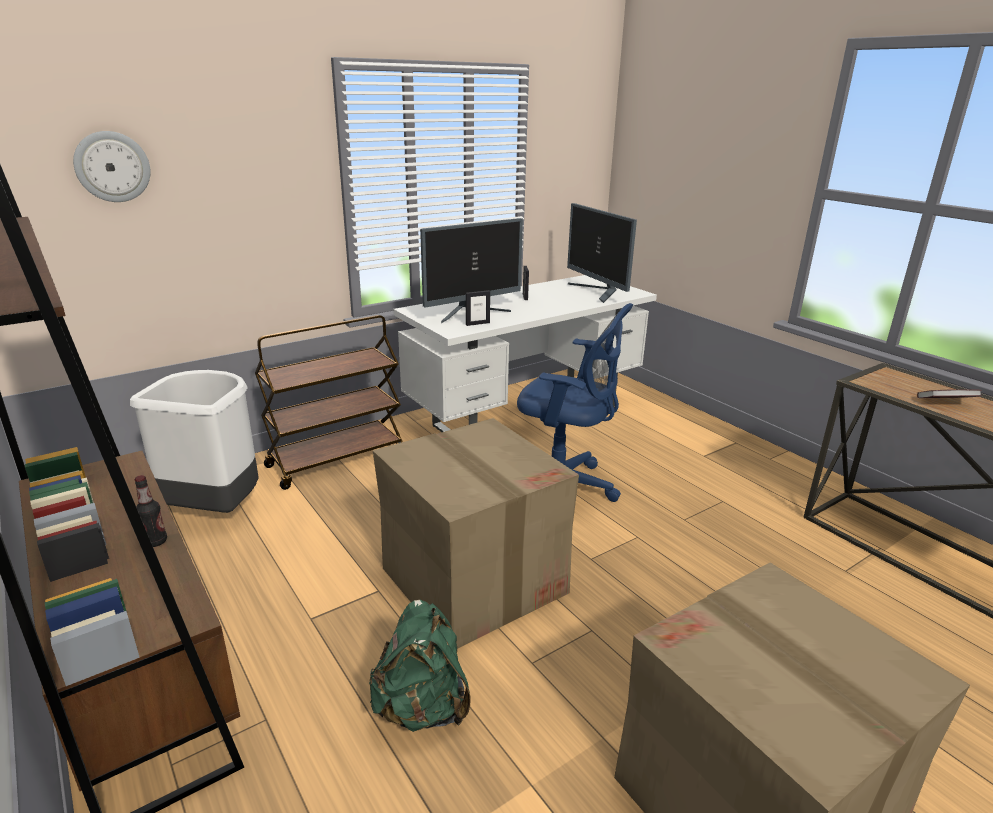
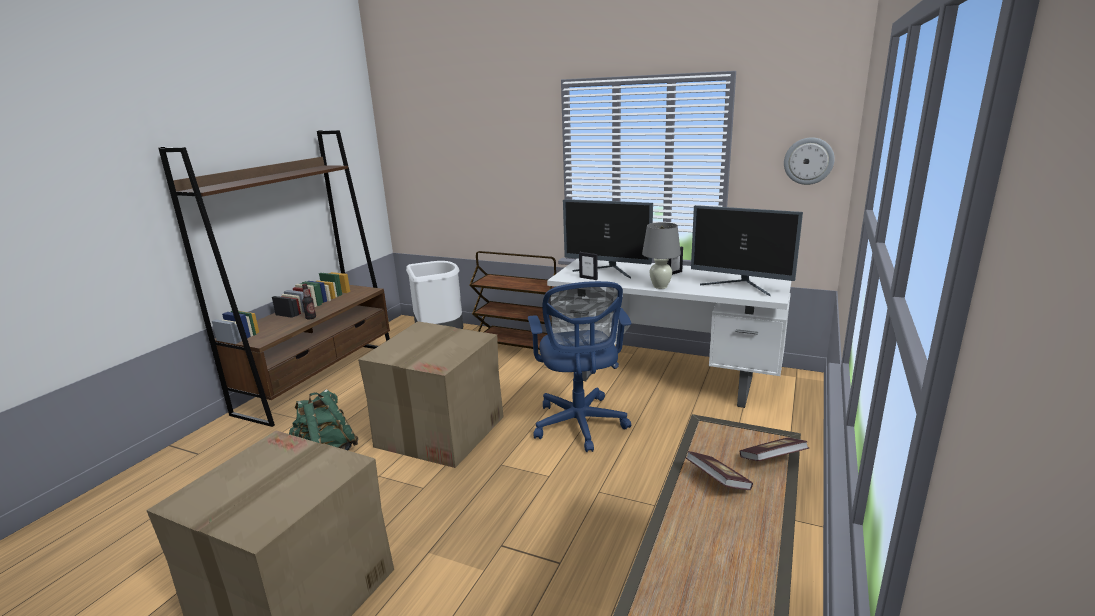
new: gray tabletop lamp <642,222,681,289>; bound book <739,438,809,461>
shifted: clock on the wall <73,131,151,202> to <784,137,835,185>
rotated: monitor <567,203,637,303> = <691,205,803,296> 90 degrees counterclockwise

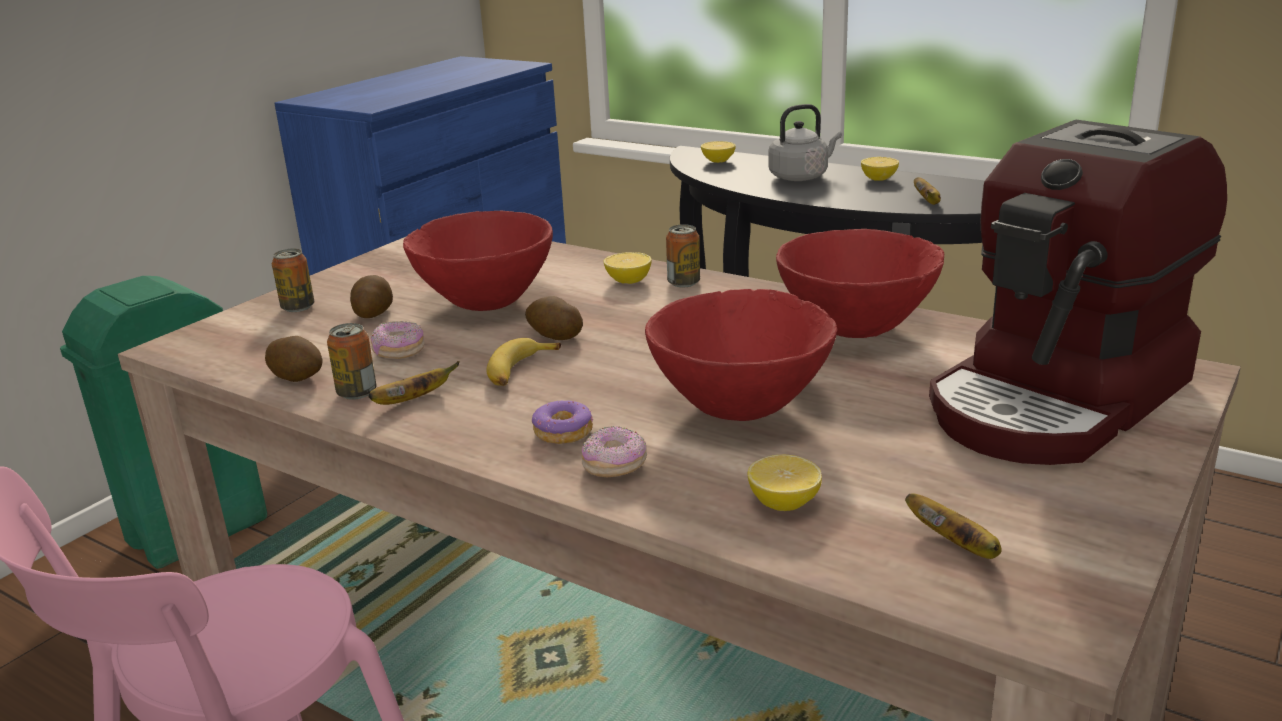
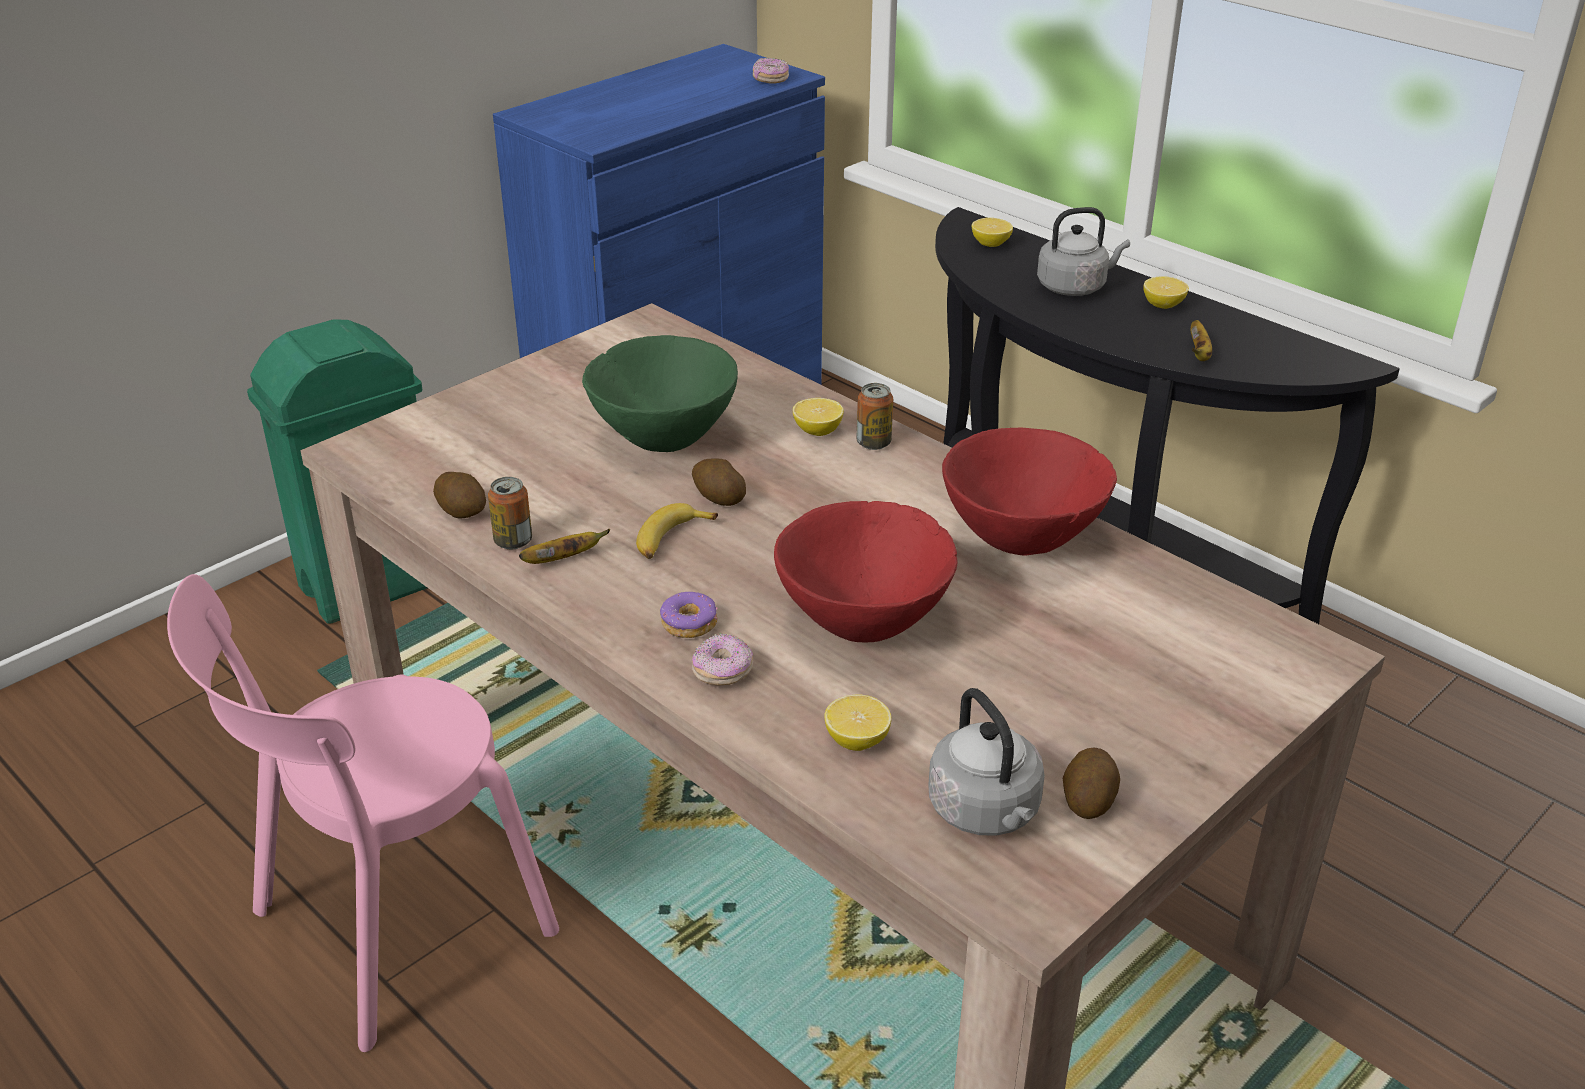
gone: sealed can <272,249,314,312>; coffee maker <929,120,1227,465>
shifted: potato <350,275,393,318> to <1063,748,1120,819>; ring doughnut <371,321,425,359> to <753,58,789,84>
swapped: whole banana <905,493,1002,559> to gray kettle <928,688,1045,836>
repainted: red-coloured serving bowl <403,211,553,311> to greenish serving bowl <582,335,738,452>

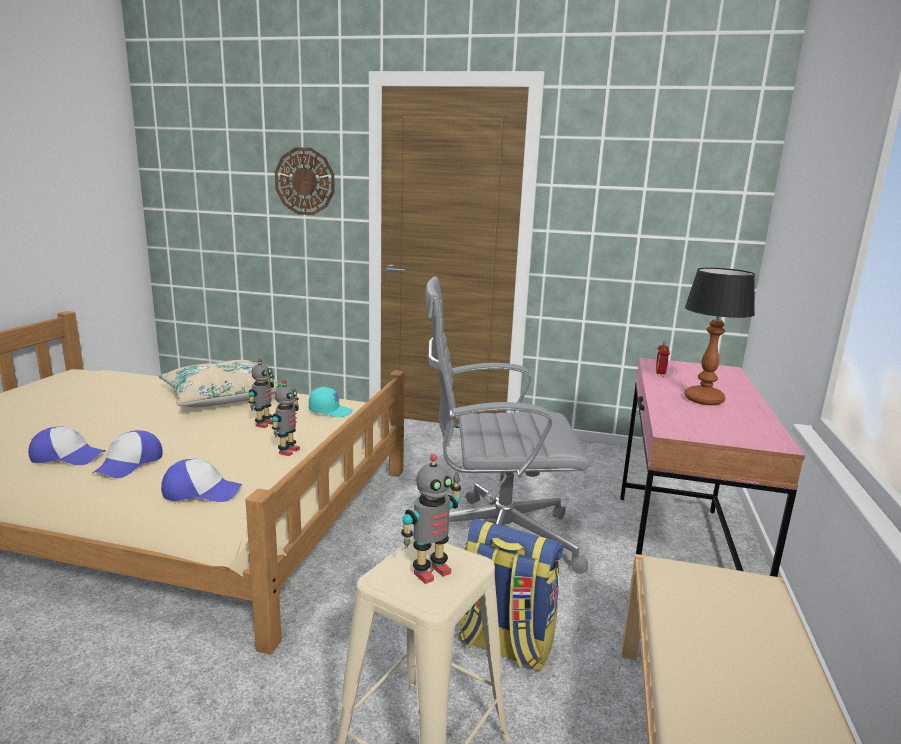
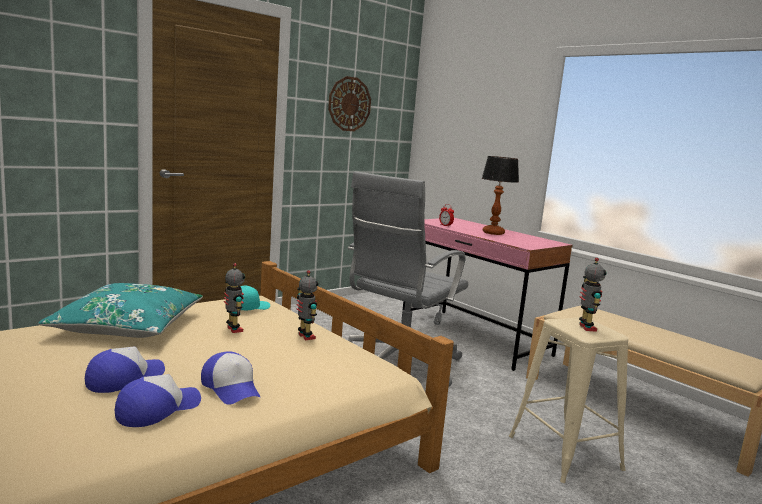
gone: knapsack <458,519,563,671>
shifted: baseball cap <161,459,242,502> to <85,346,165,393>; clock on the wall <275,147,335,215> to <328,76,371,131>
repainted: beige pillow <159,360,283,408> to blue-green pillow <38,283,203,338>

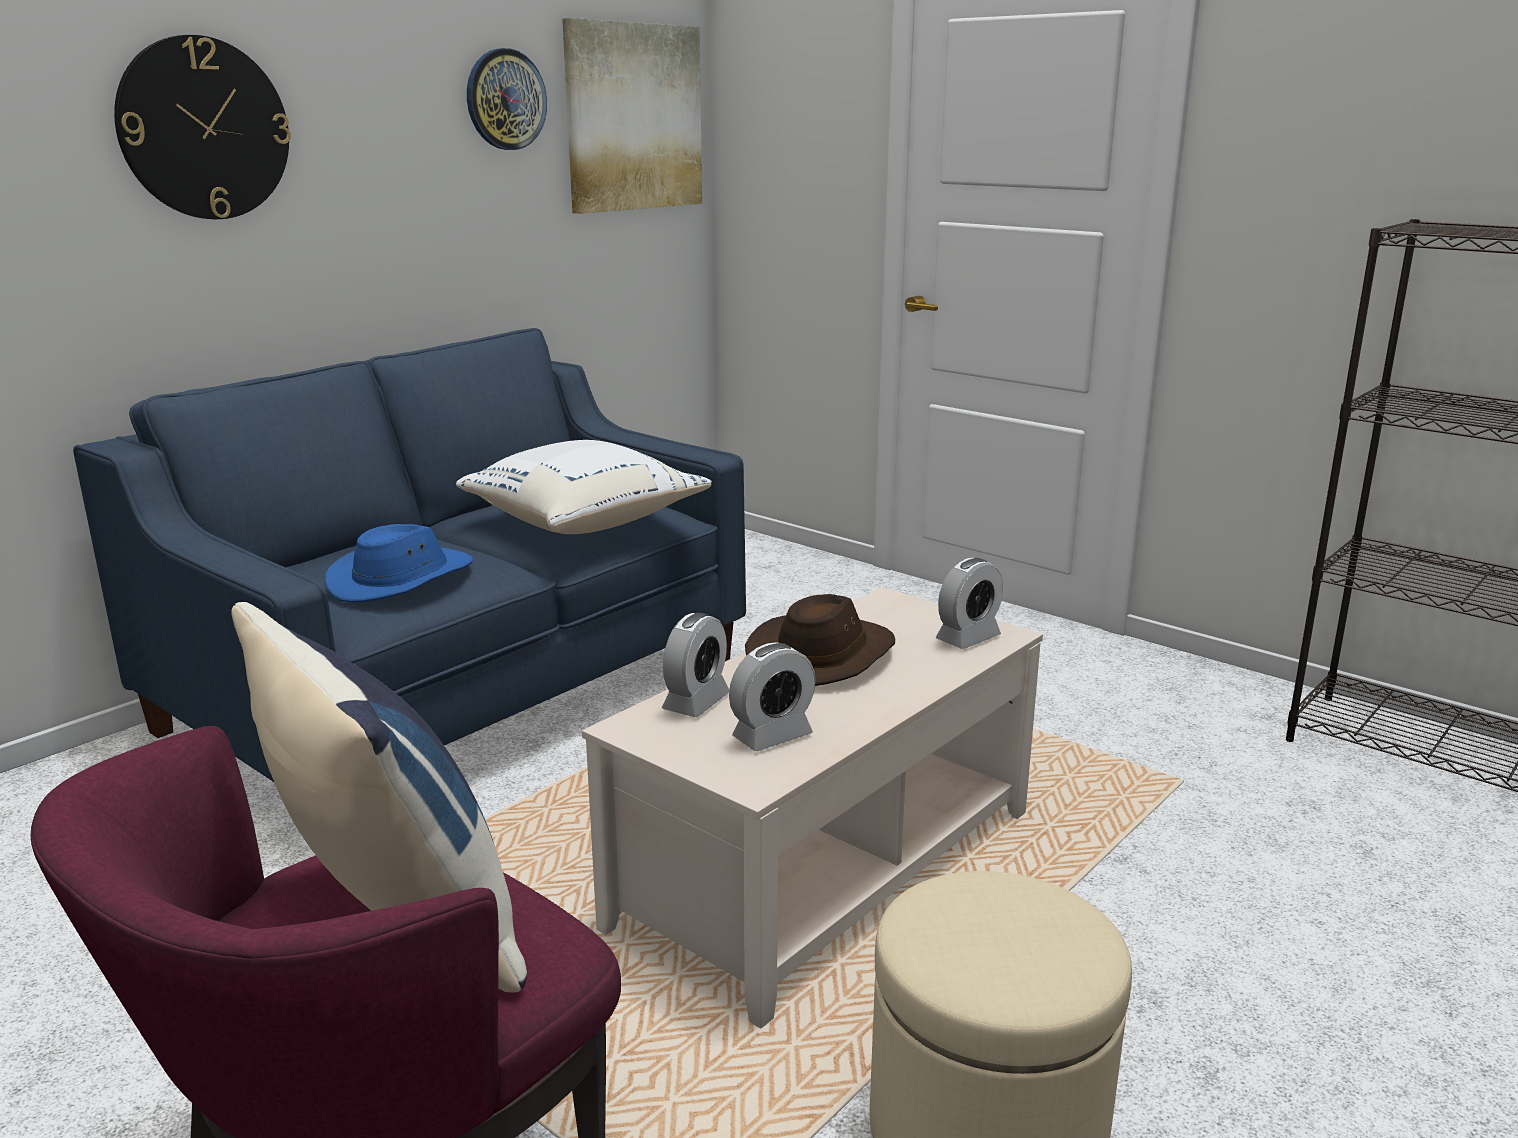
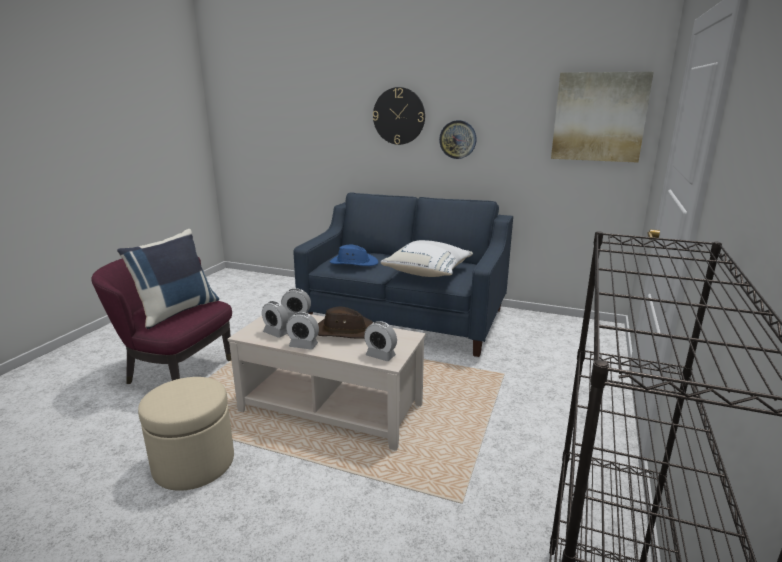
new: table clock <286,312,319,350>
shifted: clock on the wall <467,48,547,150> to <439,120,476,159>

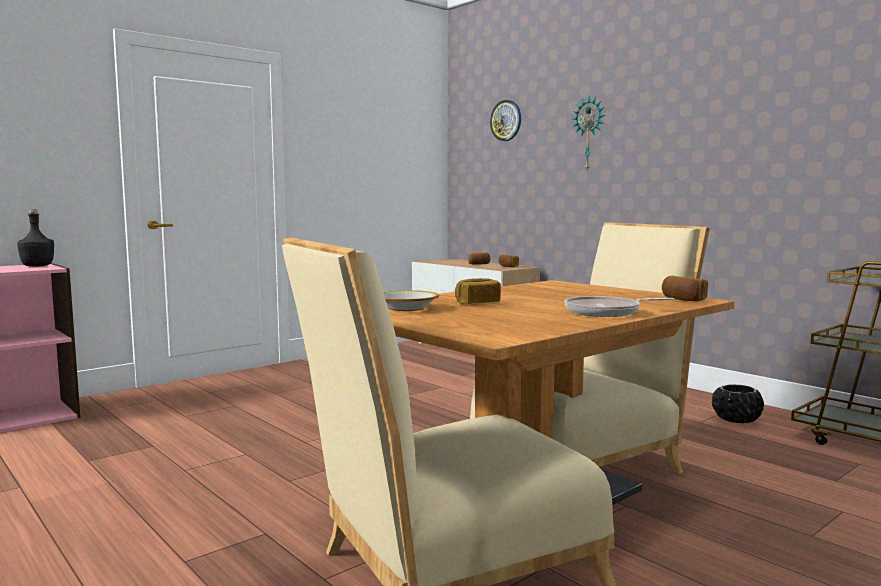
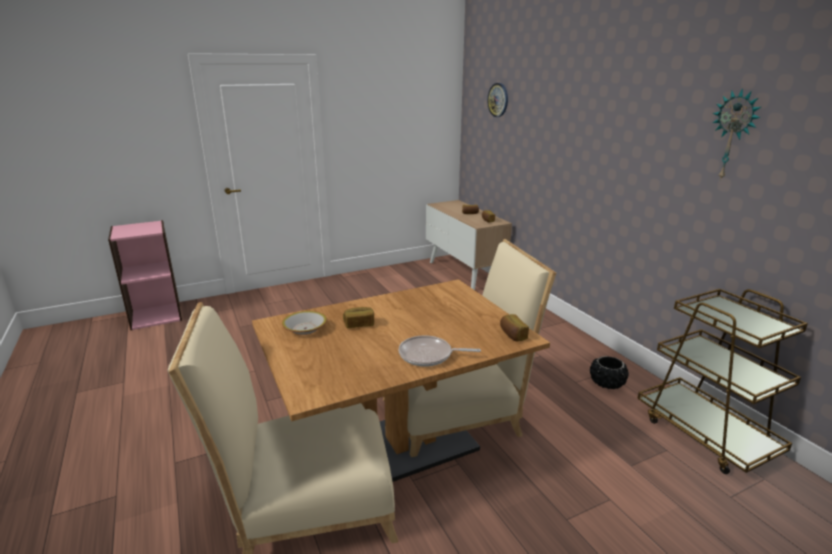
gone: blackish beverage bottle <17,209,54,267>
shifted: clock on the wall <573,96,606,170> to <713,88,761,181>

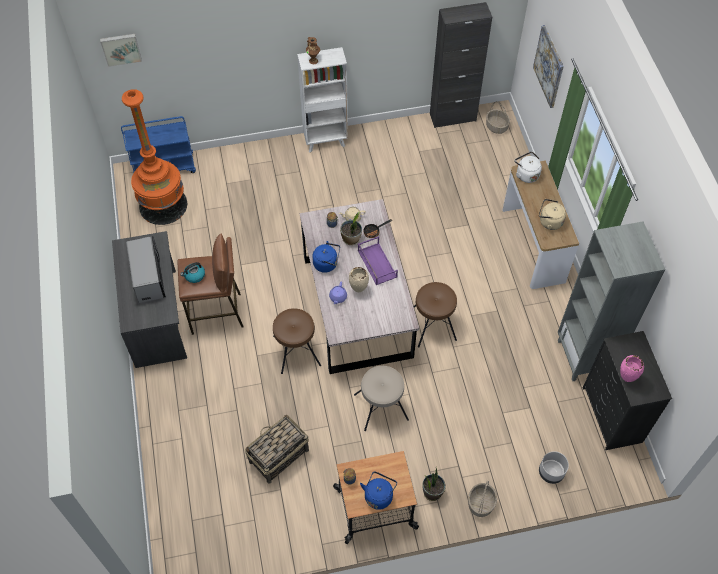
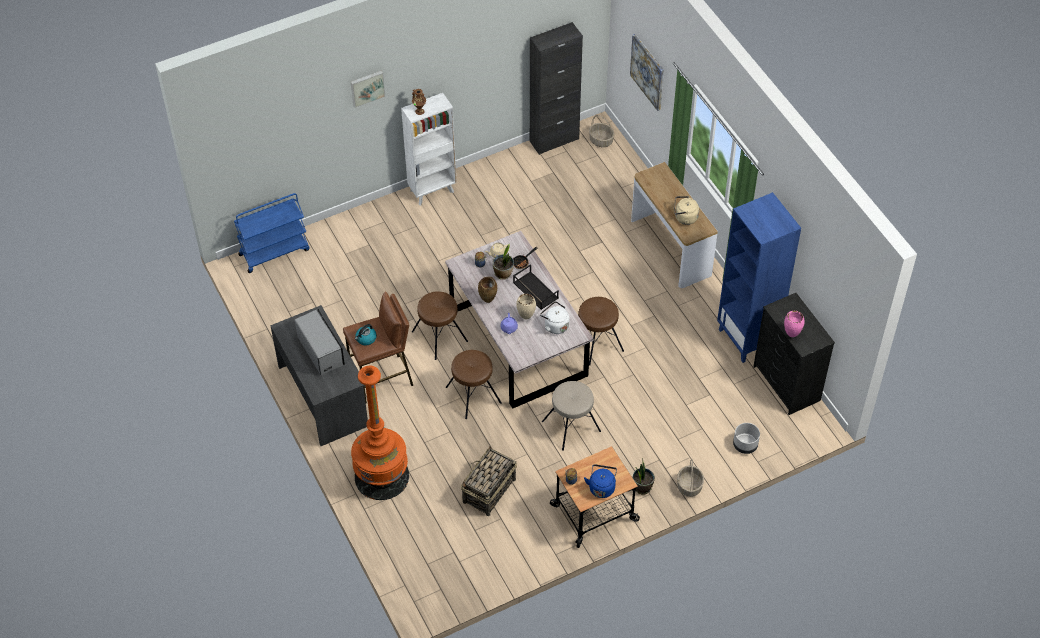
new: brown sitting stool <412,291,468,360>
shifted: picture <100,34,142,67> to <351,70,385,108>; orangey standard lamp <122,89,187,225> to <351,366,409,500>; white-coloured kettle <514,151,542,183> to <540,301,570,334>
swapped: blue kettle <312,241,340,273> to brown flower vase <478,277,497,303>
repainted: purple tray <358,236,398,285> to blackish tray <513,264,559,310>; gray shelving unit <558,221,665,381> to blue shelving unit <717,192,801,363>

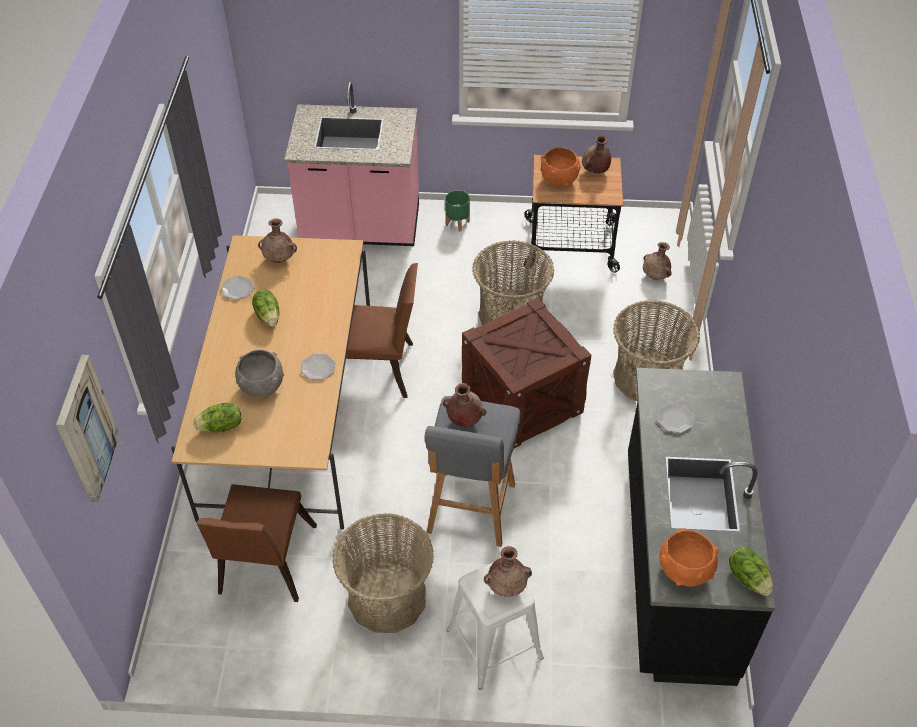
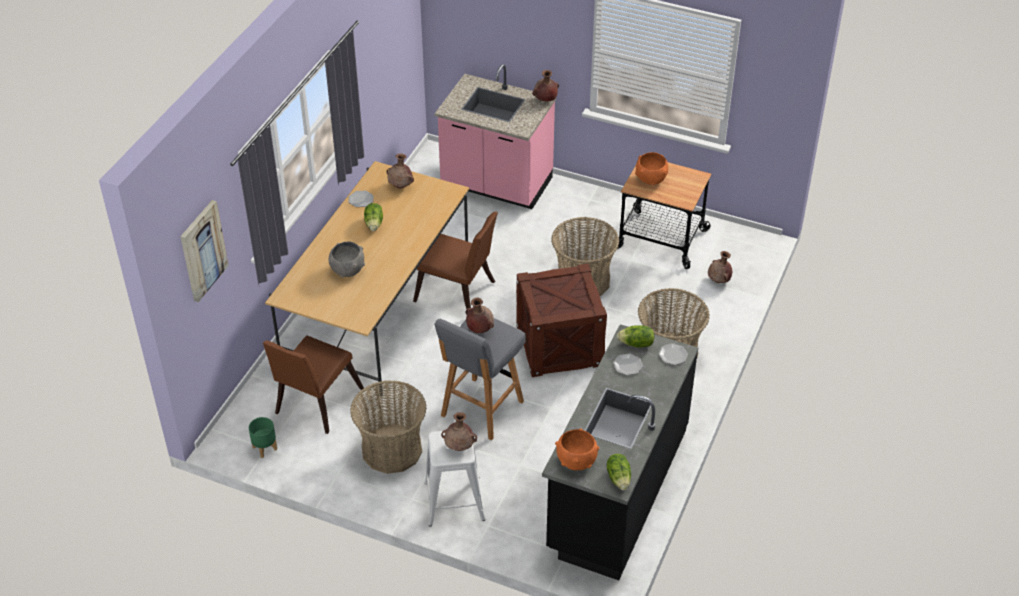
shifted: lettuce <193,403,241,432> to <617,325,654,348>; dinner plate <301,354,335,380> to <658,343,688,365>; greenish planter <445,190,470,232> to <249,417,277,458>; brown flower vase <582,135,611,174> to <532,70,559,102>

